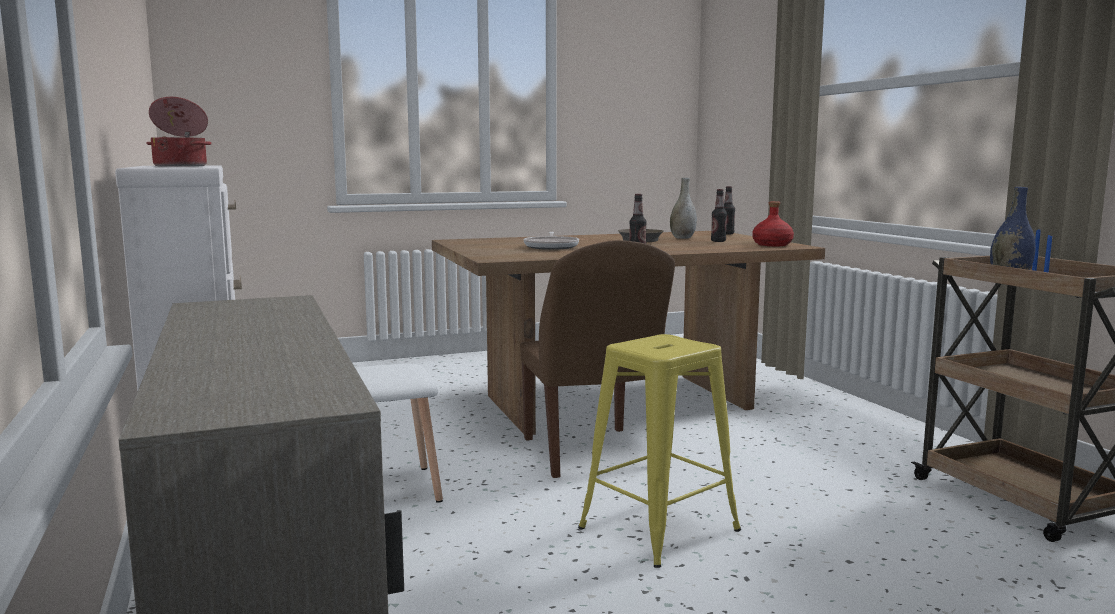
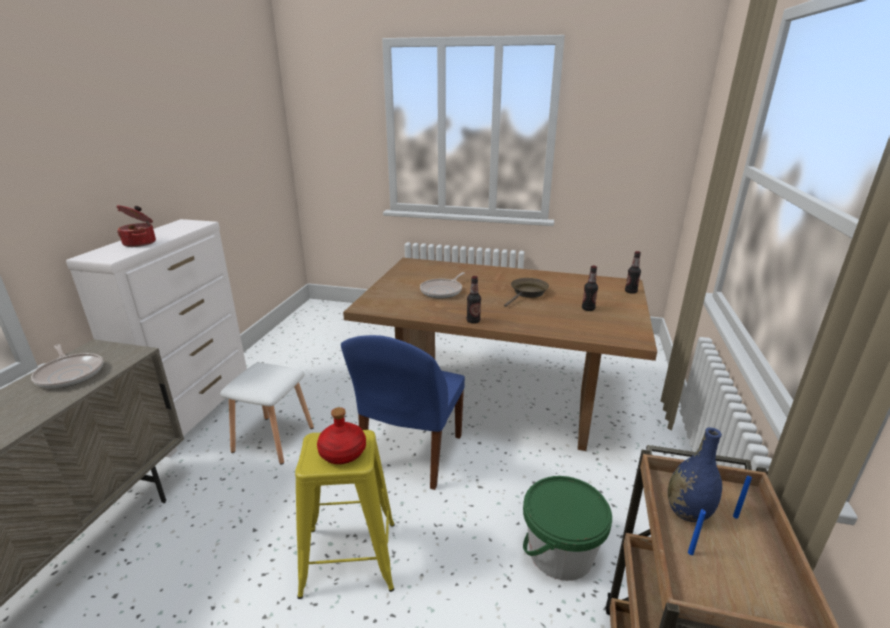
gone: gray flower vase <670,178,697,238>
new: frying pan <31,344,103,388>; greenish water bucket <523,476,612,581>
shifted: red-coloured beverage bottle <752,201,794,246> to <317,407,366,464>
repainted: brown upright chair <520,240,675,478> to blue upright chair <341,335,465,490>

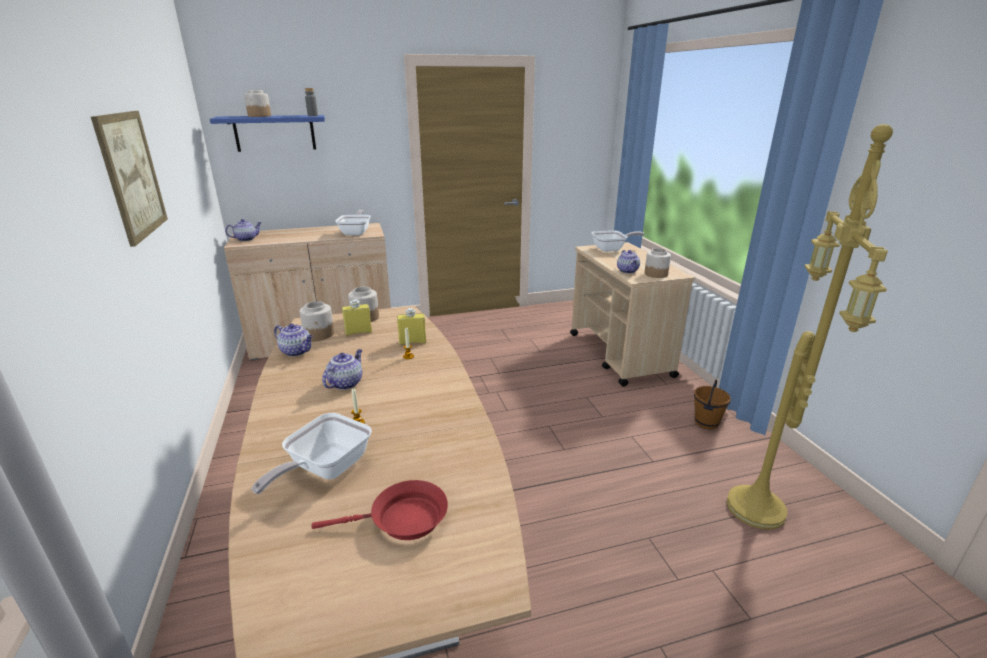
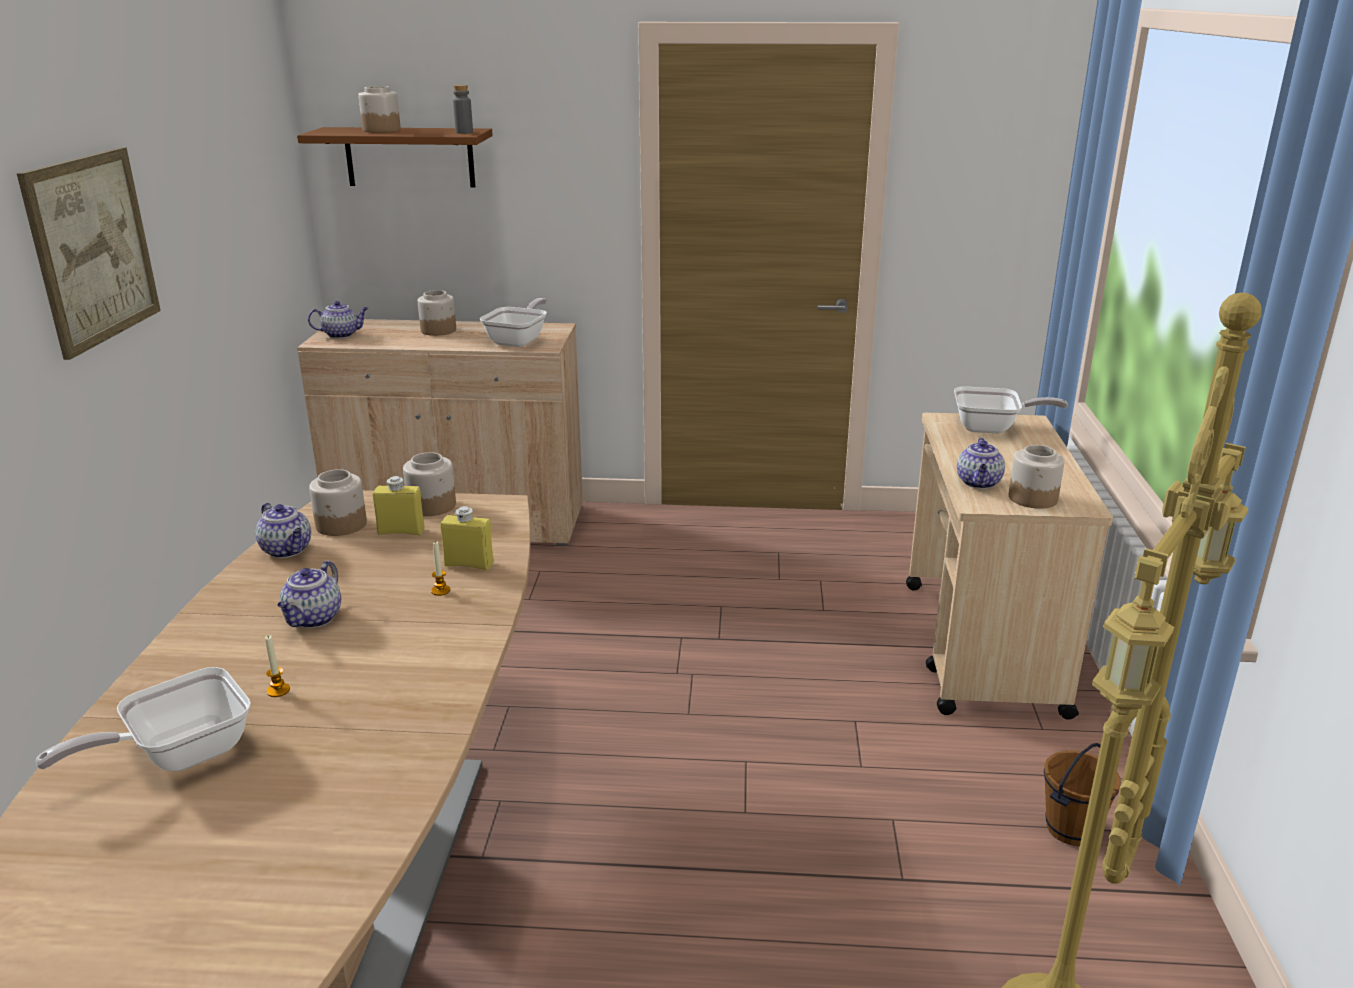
gone: red-coloured frying pan <312,480,448,540>
new: storage jar <418,290,456,336>
repainted: blue shelf <210,115,325,152> to brown shelf <297,127,493,187>
rotated: pot for tea <322,349,362,390> = <277,561,341,628> 150 degrees clockwise

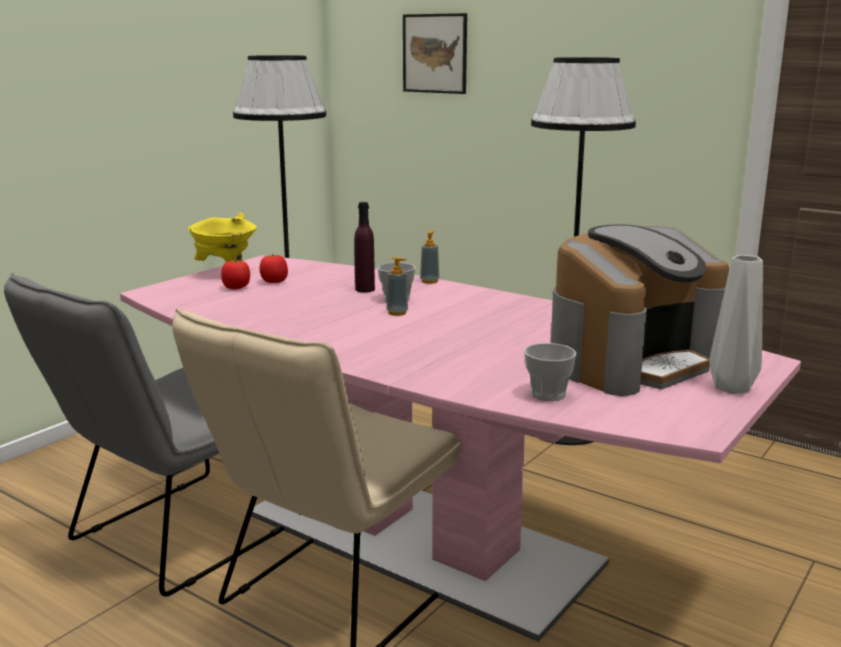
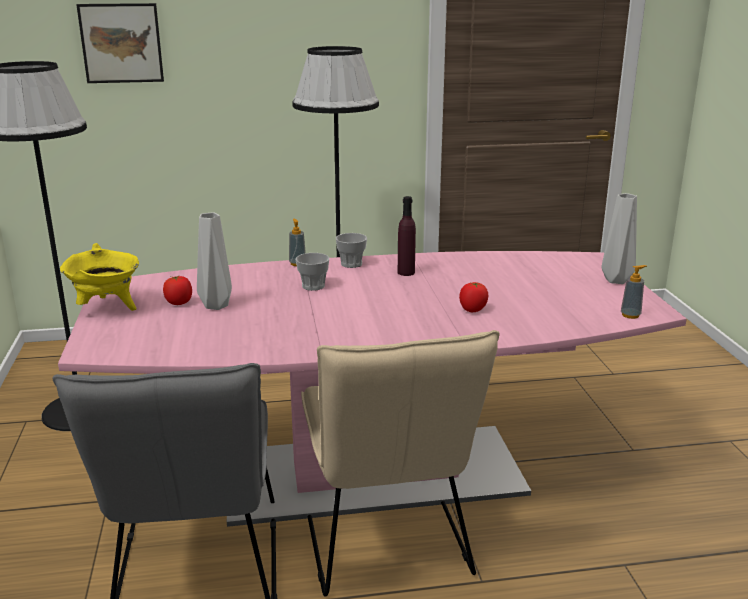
gone: coffee maker <551,224,729,396>
new: gray flower vase <197,212,232,310>
shifted: fresh tomato <221,260,250,289> to <459,282,489,312>; purple beverage bottle <354,202,375,292> to <398,196,416,276>; soap bottle <386,257,408,316> to <621,265,647,319>; cup <524,343,577,401> to <336,233,367,268>

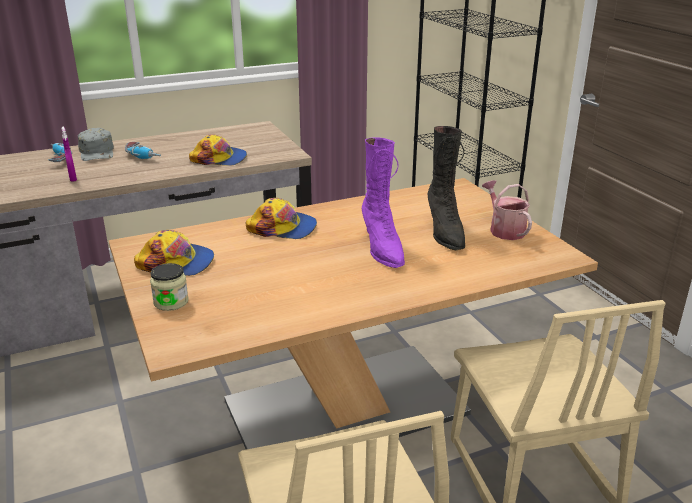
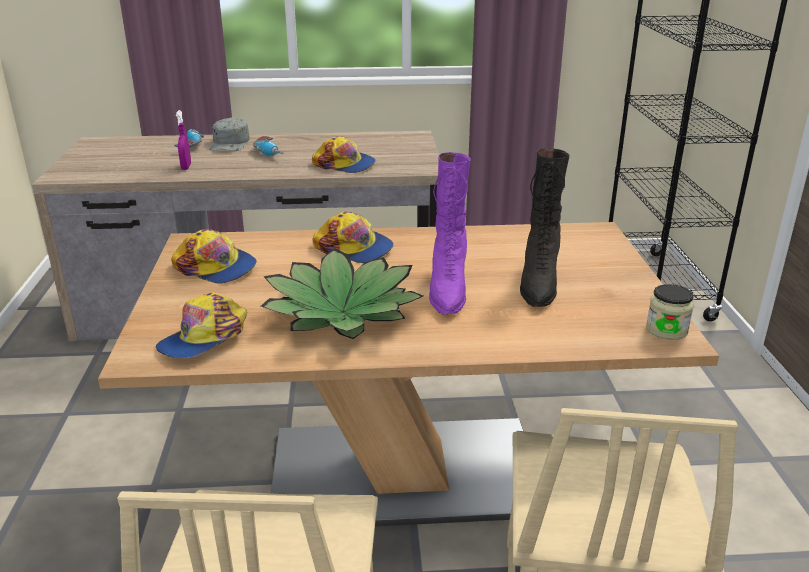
gone: sprinkling can <482,180,532,240>
new: baseball cap <156,292,247,358>; plant in a pot <261,248,423,339>
shifted: storage jar <150,263,188,311> to <646,284,694,340>

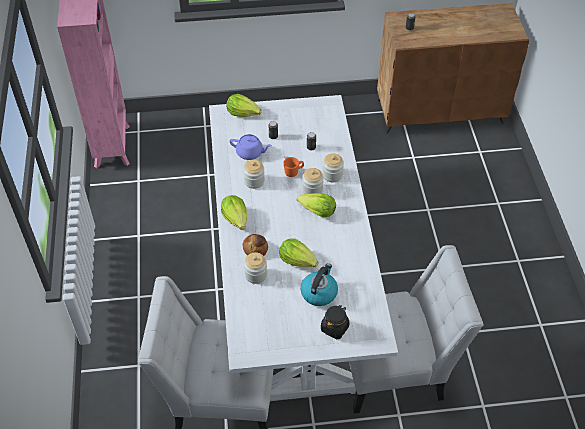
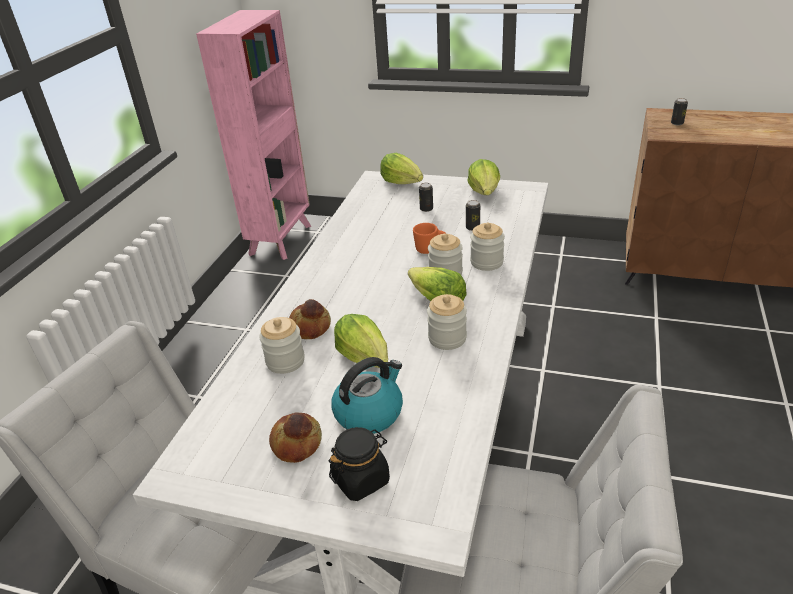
gone: purple pot for tea <229,134,272,160>
new: bread <269,412,322,463>
shifted: lettuce <221,195,247,230> to <468,159,500,195>; storage jar <243,159,265,189> to <427,294,467,350>

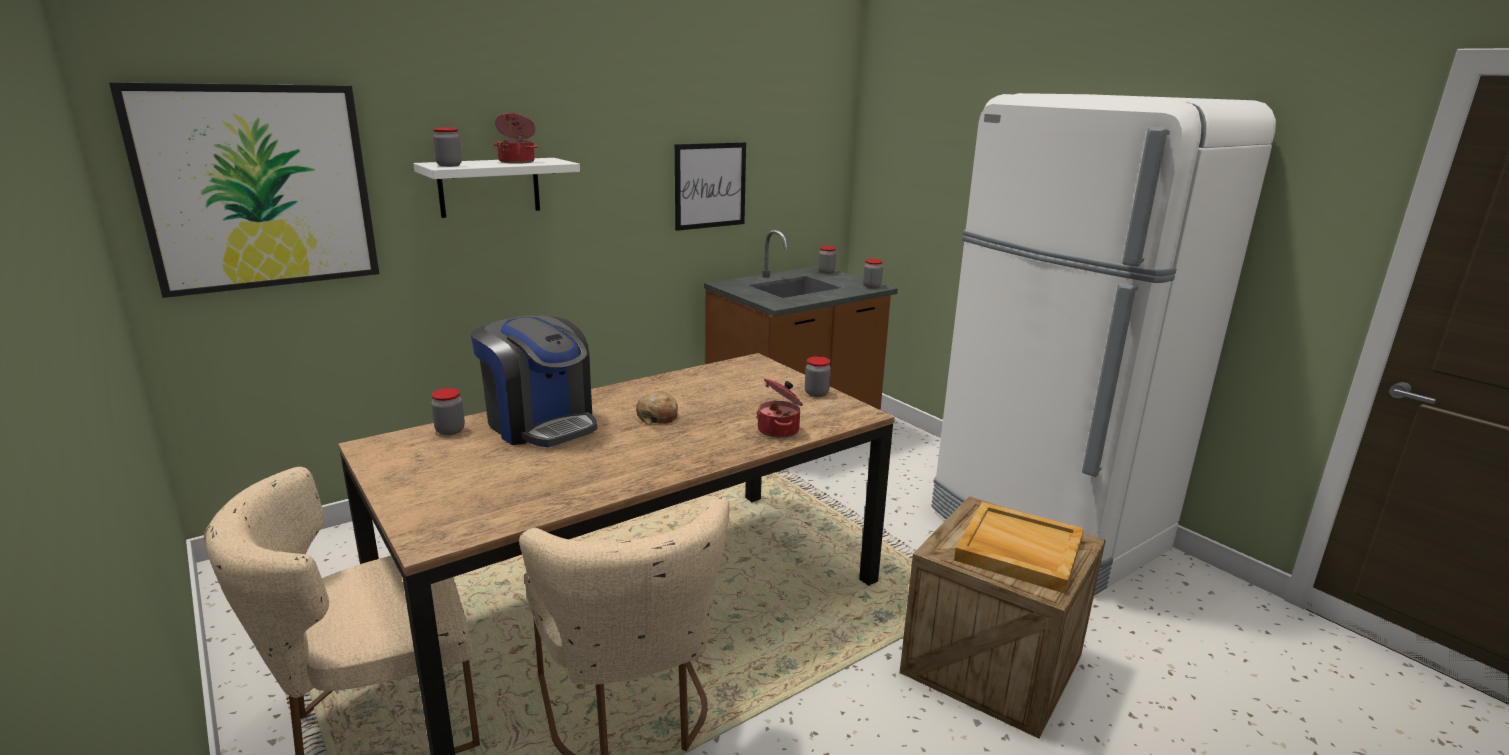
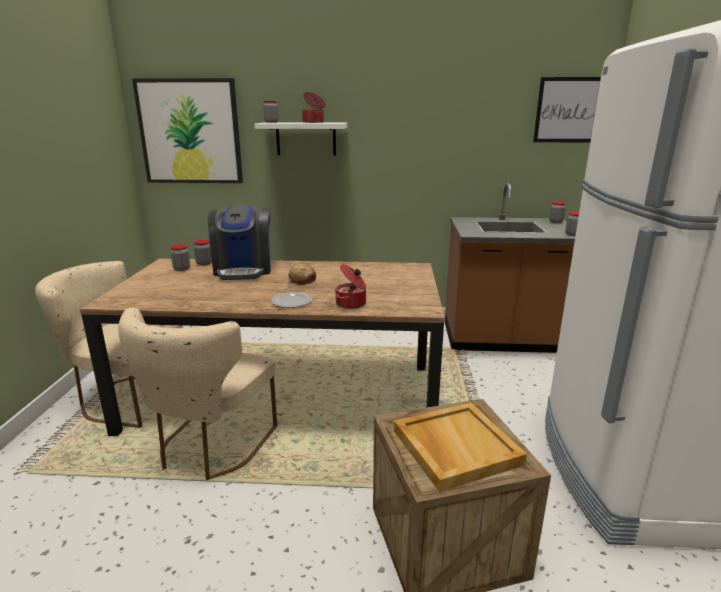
new: dinner plate <271,292,312,308>
shifted: picture <675,142,746,231> to <533,77,601,143>; storage jar <805,356,831,397> to <171,244,190,271>

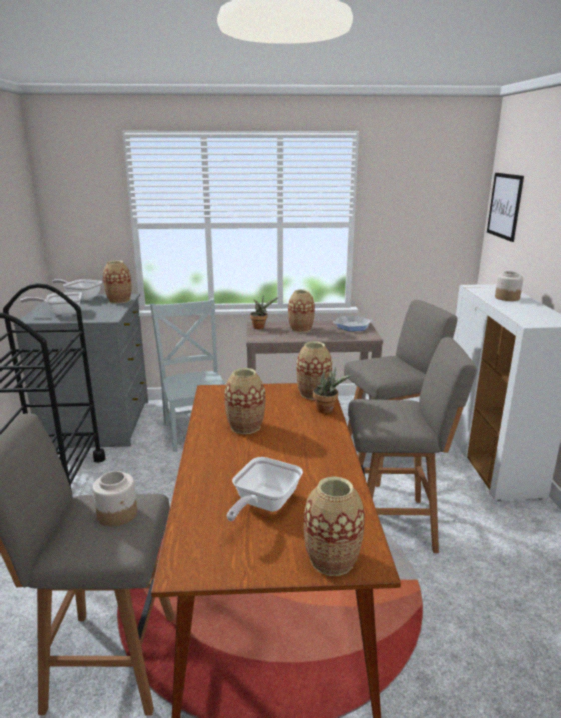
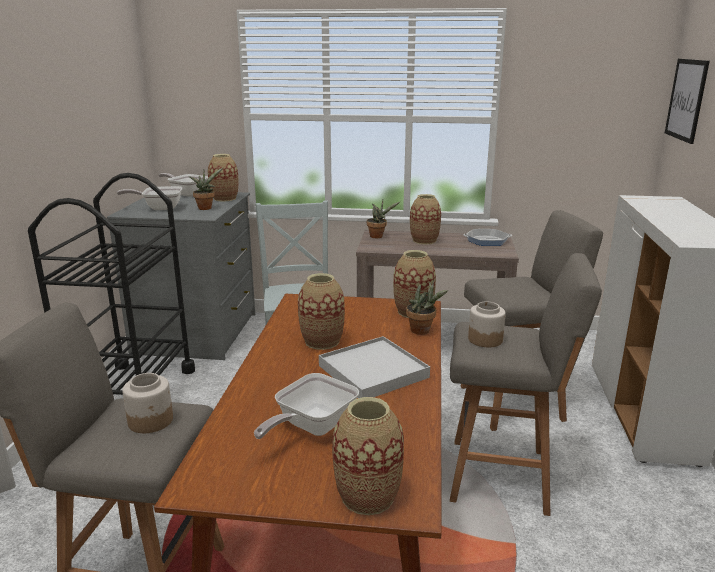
new: plant in a pot <189,168,223,210>; white-coloured tray <319,336,430,398>
shifted: storage jar <495,271,523,301> to <468,301,506,347>

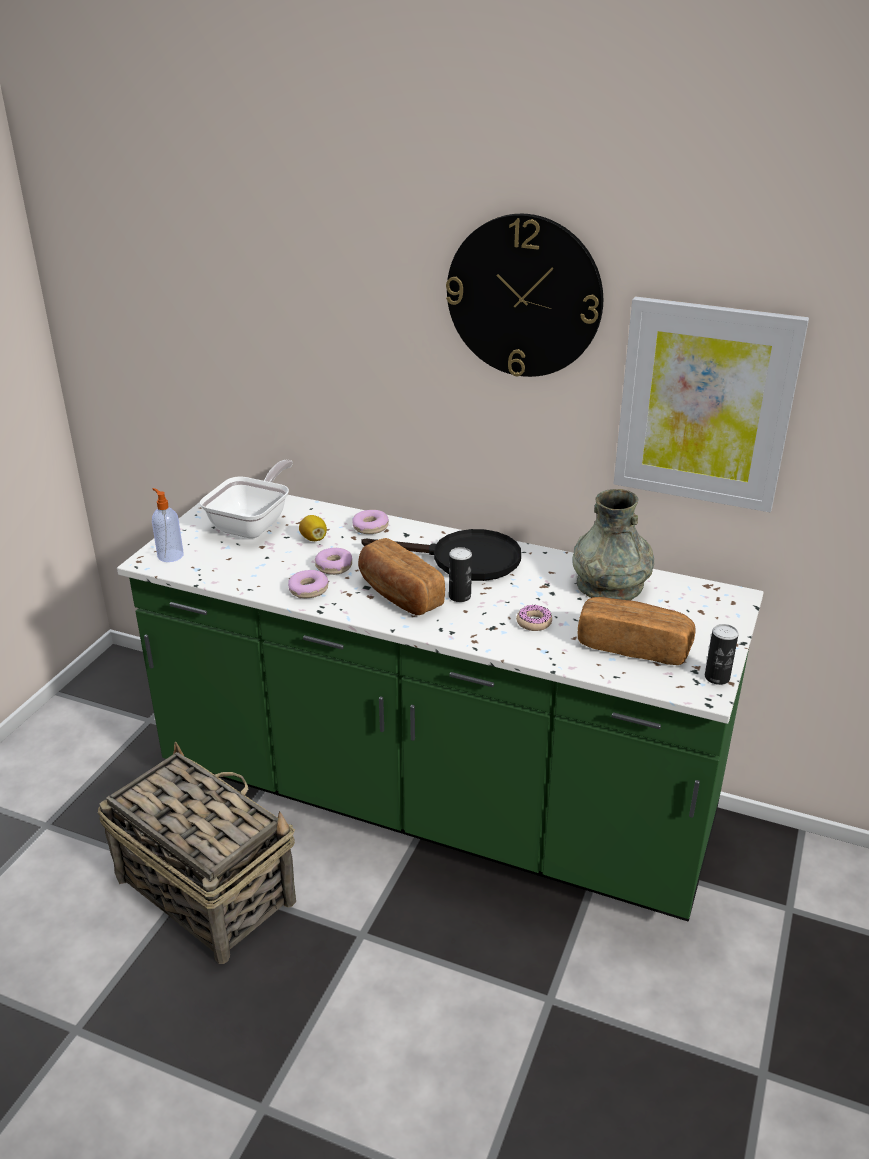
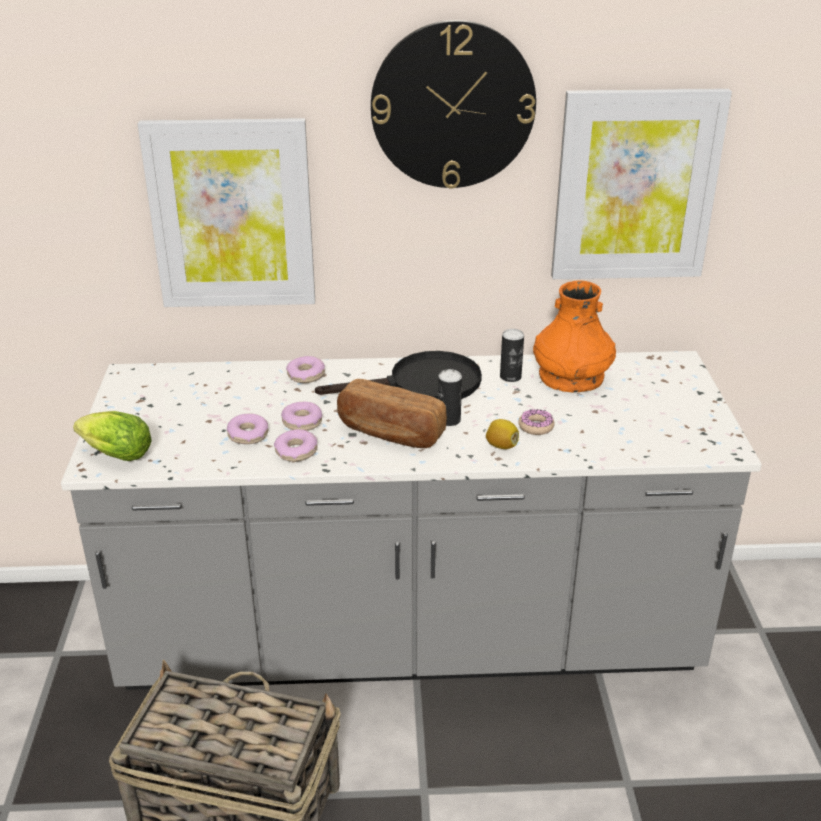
gone: frying pan <200,460,293,538>; bread <578,597,696,665>
new: picture <138,118,315,307>; ring doughnut <227,413,268,444>
shifted: whole lemon <299,515,327,541> to <486,419,519,449>; sealed can <705,624,739,685> to <500,329,524,382>
swapped: soap bottle <152,488,184,562> to lettuce <73,411,152,461>
repainted: greenish kitchen counter <117,495,764,922> to gray kitchen counter <61,351,762,690>; gray flower vase <572,489,654,600> to orangey flower vase <533,280,616,392>

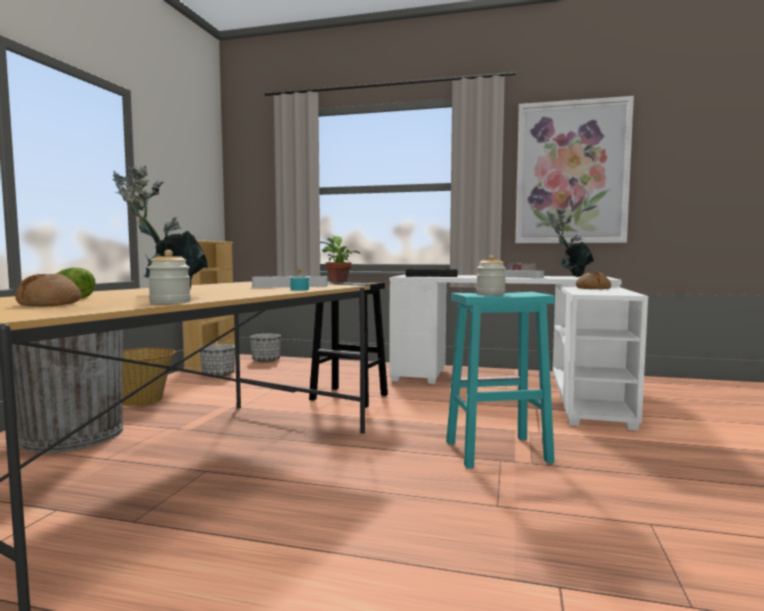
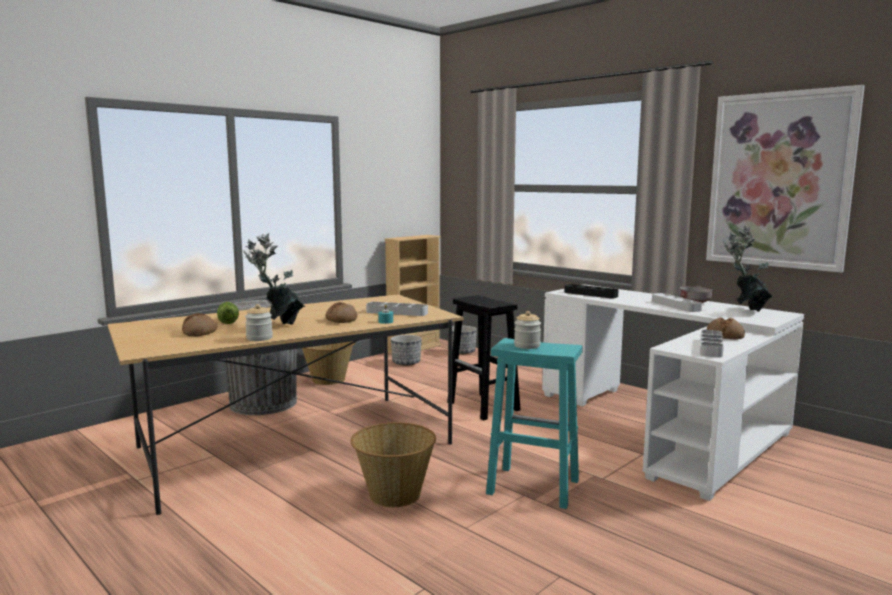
gone: plant in a pot <320,236,360,283>
new: bread <325,302,357,323>; basket <350,422,436,507>; gray tray <700,330,724,358>

